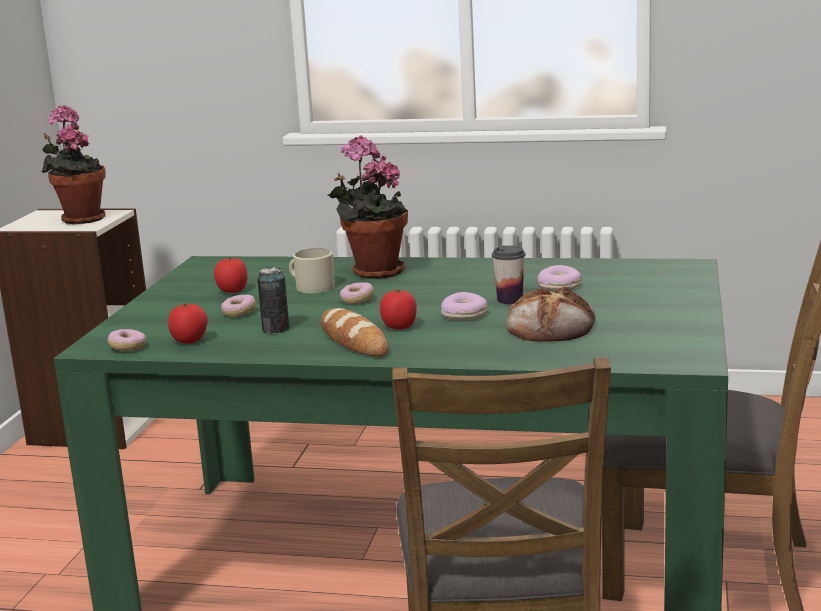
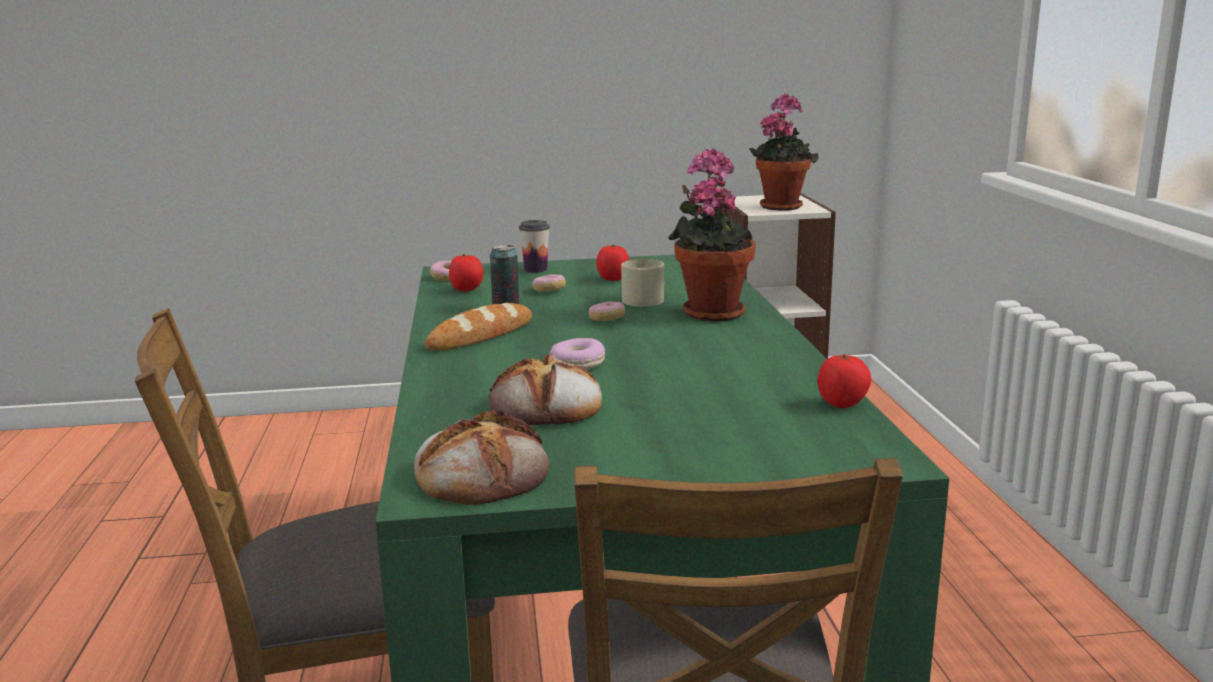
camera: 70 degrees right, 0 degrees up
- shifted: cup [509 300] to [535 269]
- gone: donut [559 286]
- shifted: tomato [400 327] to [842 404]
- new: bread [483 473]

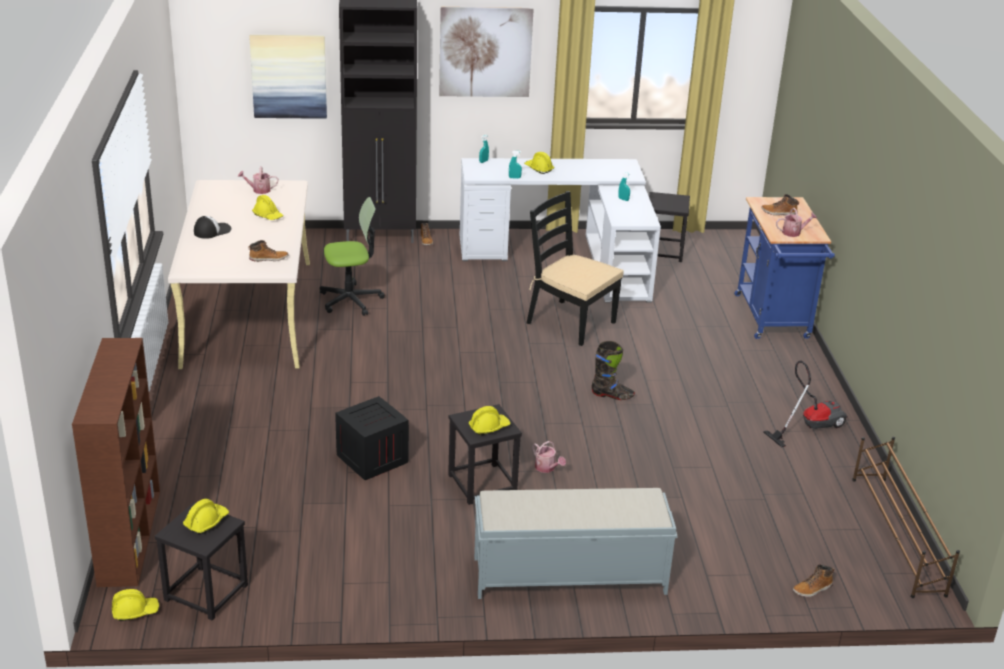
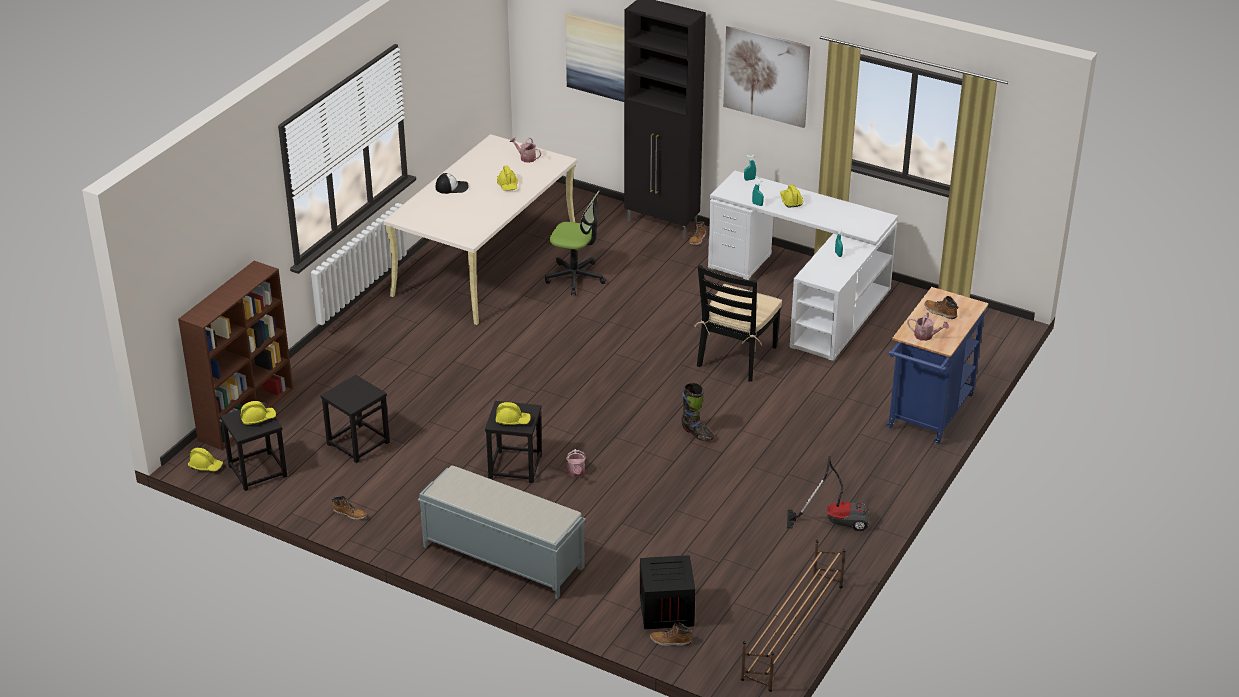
camera: 35 degrees right, 5 degrees up
- rotated: black chair [570 322] = [736 357] 135 degrees counterclockwise
- shifted: black stool [662 251] to [358 443]
- shifted: boot [268 258] to [350 514]
- shifted: crate [372 459] to [666 611]

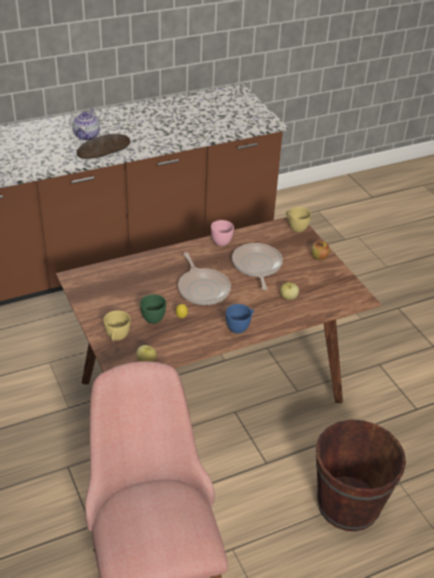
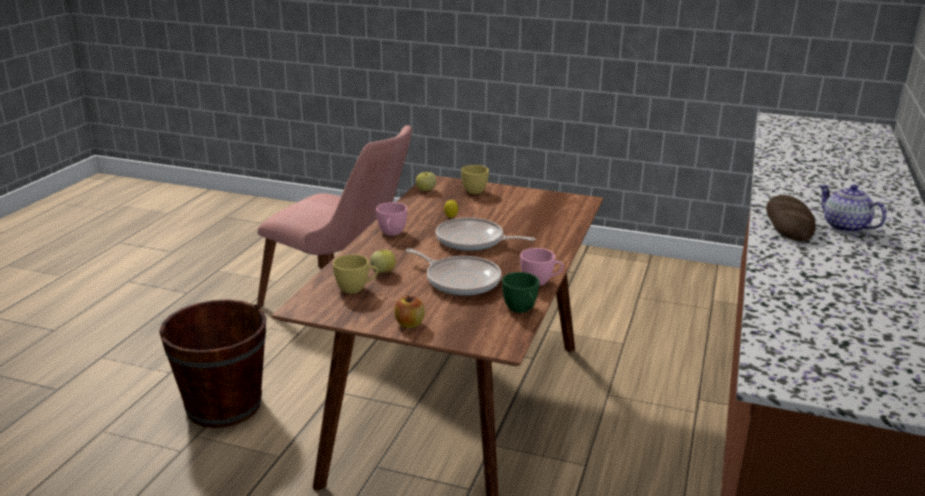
camera: 135 degrees right, 15 degrees down
- shifted: yellow cup [295 227] to [356 288]
- shifted: green cup [154 317] to [521 310]
- repainted: blue cup [240 327] to pink cup [391 233]

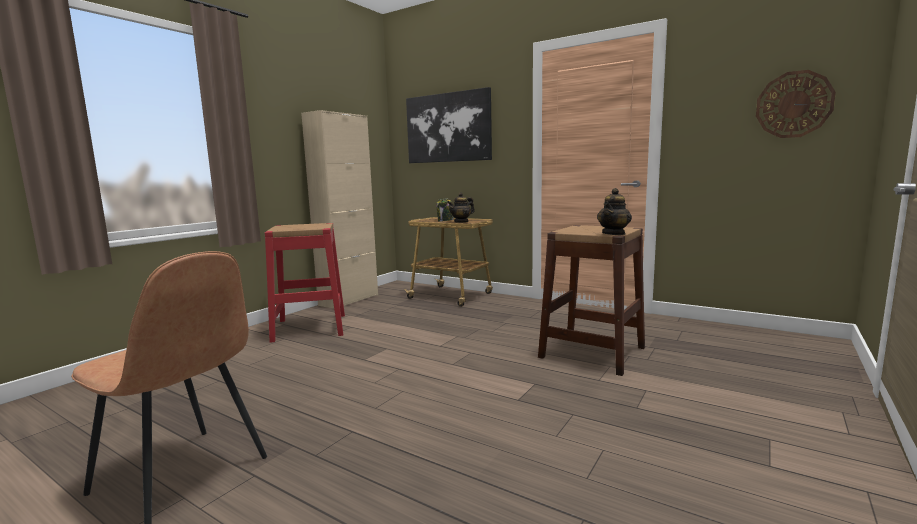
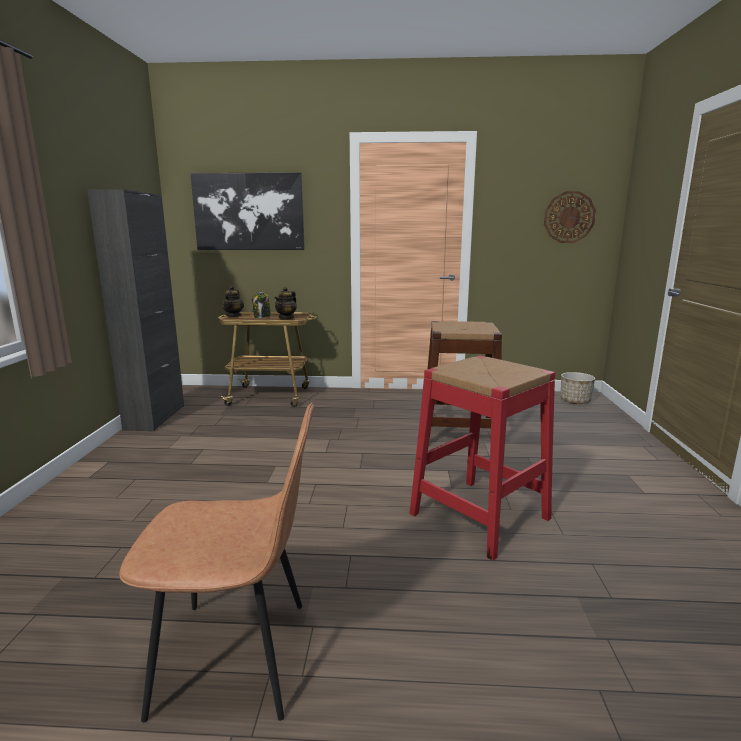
camera: 30 degrees left, 5 degrees up
- repainted: beige cabinet [349 300] to black cabinet [155 417]
- shifted: teapot [614 233] to [233 315]
- shifted: red stool [310 327] to [479 516]
- new: planter [575 401]

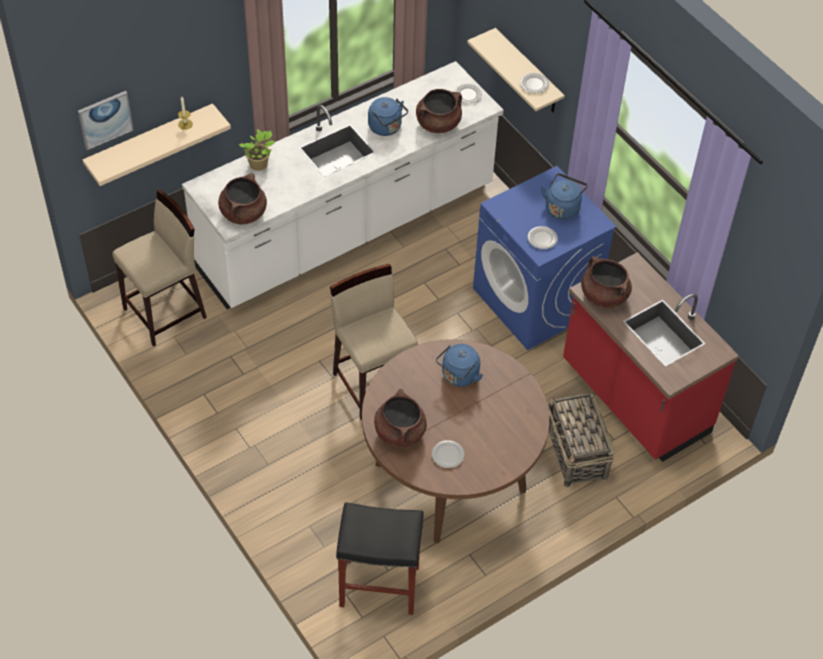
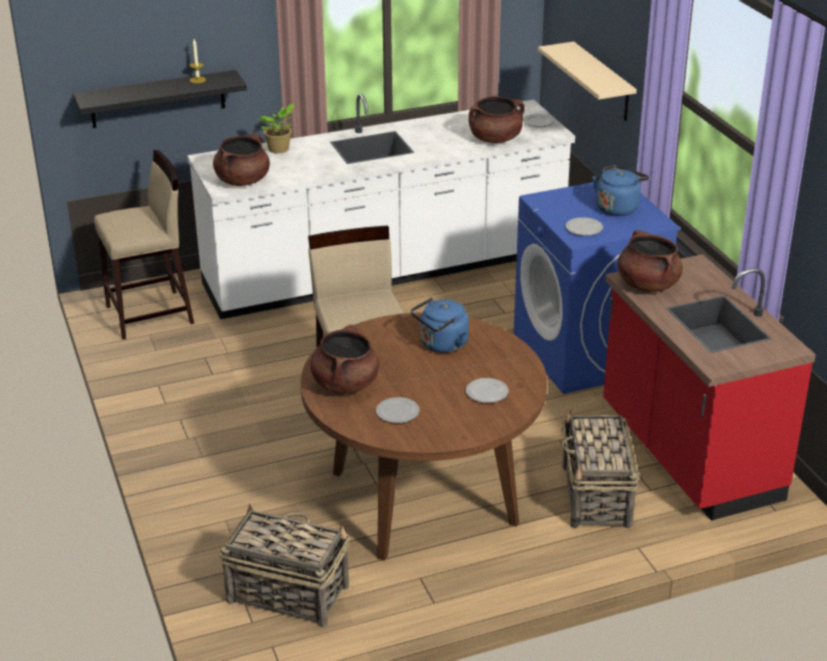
camera: 15 degrees right, 20 degrees down
- shifted: plate [534 84] to [487 393]
- gone: picture [105 119]
- gone: blue kettle [386 128]
- repainted: beige shelf [150 143] to black shelf [157 99]
- swapped: black stool [378 586] to basket [286 593]

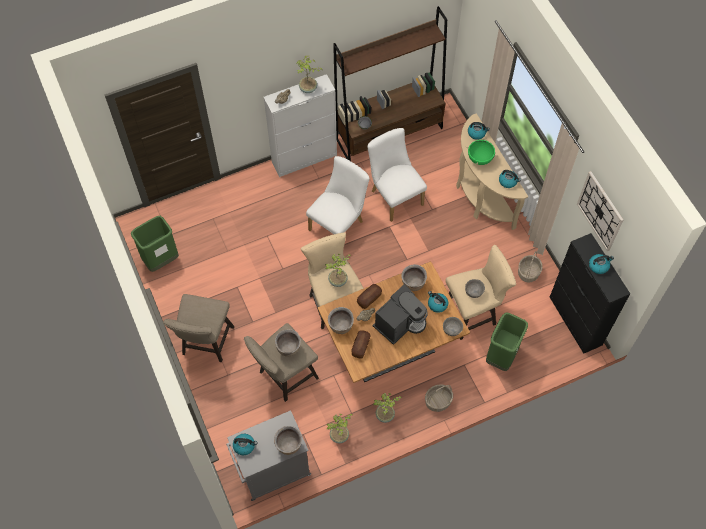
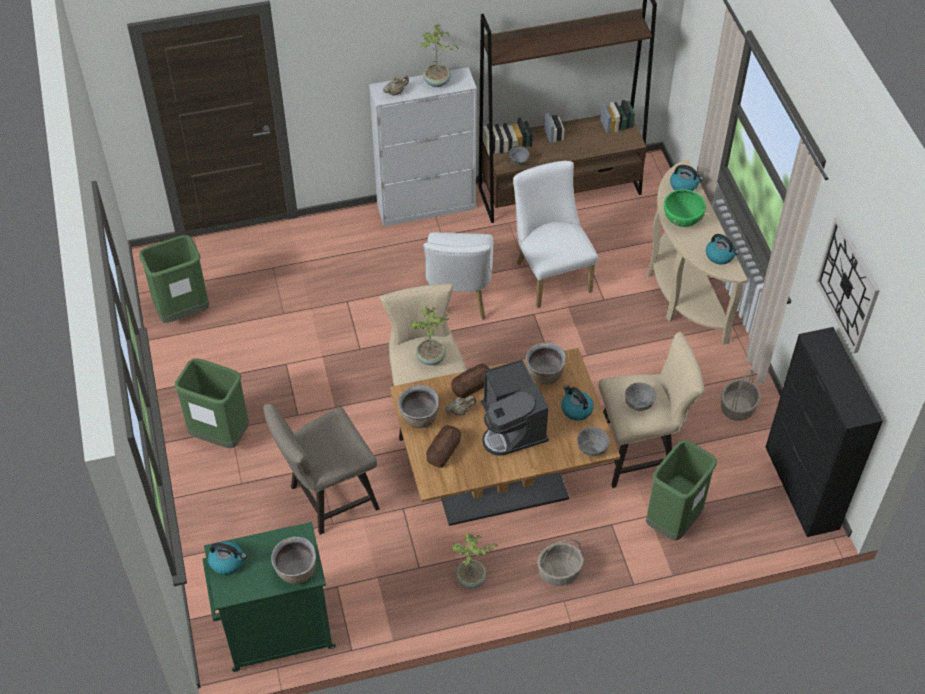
camera: 10 degrees right, 10 degrees down
- rotated: white chair [339 223] = [458 300] 135 degrees clockwise
- gone: kettle [598 266]
- rotated: coffee machine [400 323] = [512 426] 105 degrees clockwise
- swapped: beige stool [206 344] to green trash can [220 435]
- gone: brown cooking pot [289 348]
- repainted: grey cabinet [272 471] to green cabinet [276 632]
- gone: potted plant [339 436]

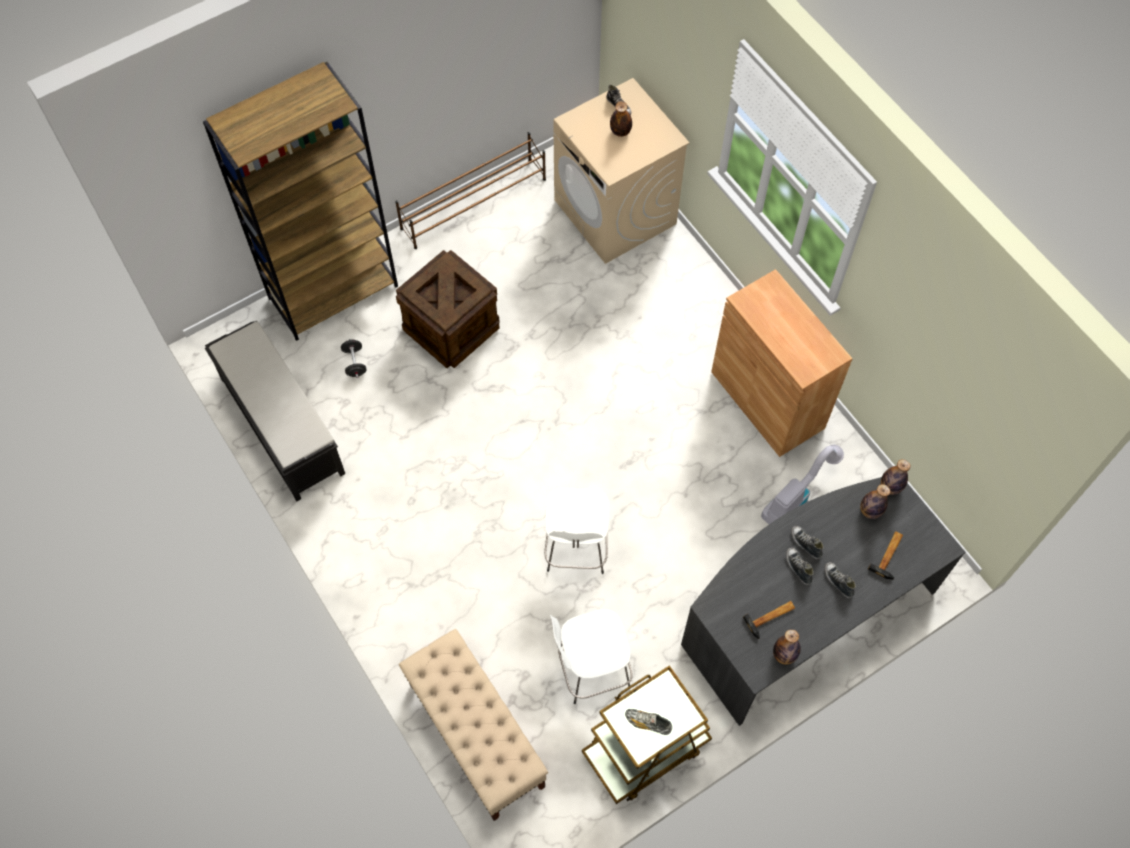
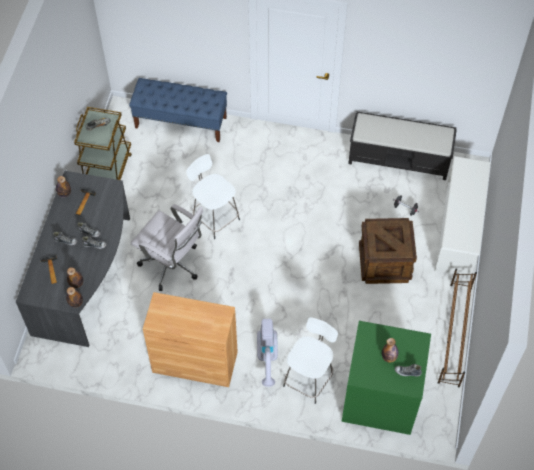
camera: 135 degrees right, 5 degrees down
- swapped: brown bookcase [334 291] to white shoe rack [458 231]
- repainted: beige washing machine [615 212] to green washing machine [380 398]
- shifted: vacuum cleaner [796 500] to [267 358]
- shifted: white stool [591 669] to [309 378]
- repainted: beige bench [475 734] to blue bench [181 122]
- new: white office chair [173 265]

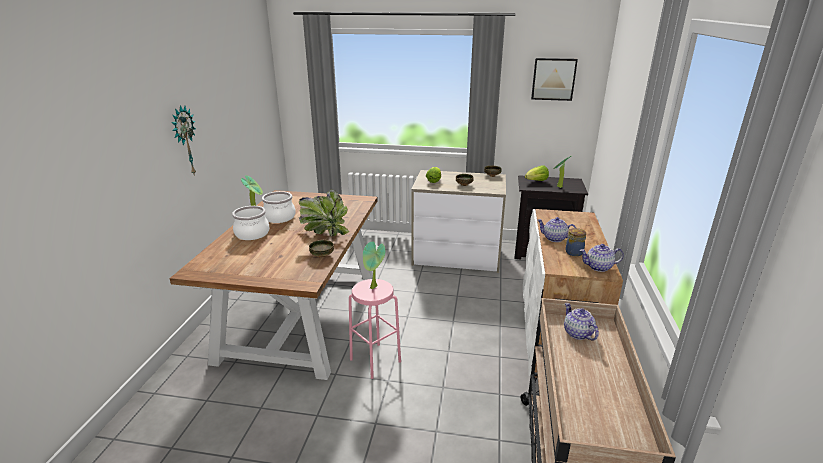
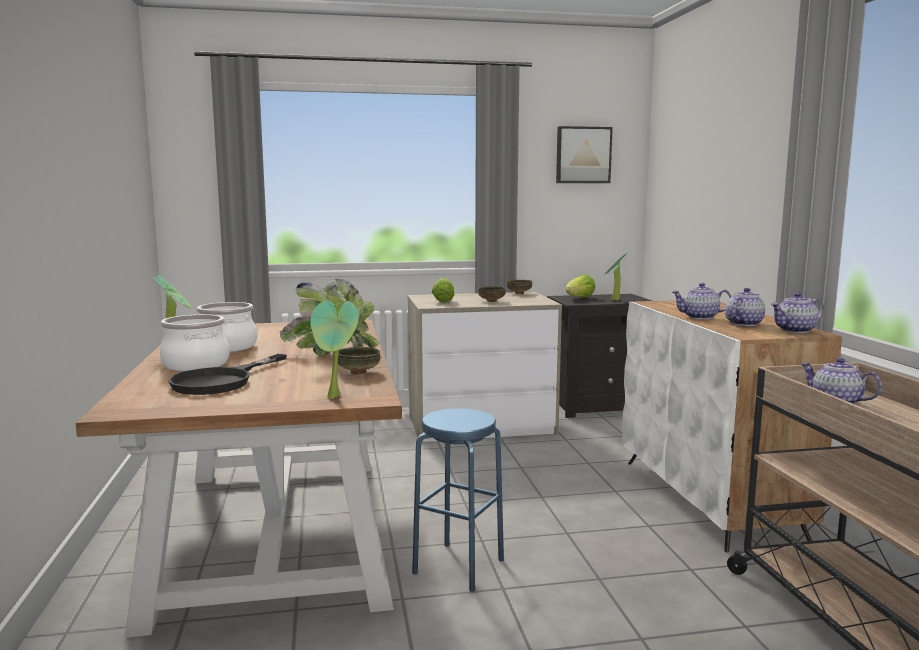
camera: 20 degrees left, 15 degrees down
- gone: wall clock [184 141]
- swapped: jar [573 252] to teapot [743 323]
- shifted: potted plant [374 288] to [336 397]
- repainted: pink stool [375 360] to blue stool [459 566]
- new: black frying pan [221 381]

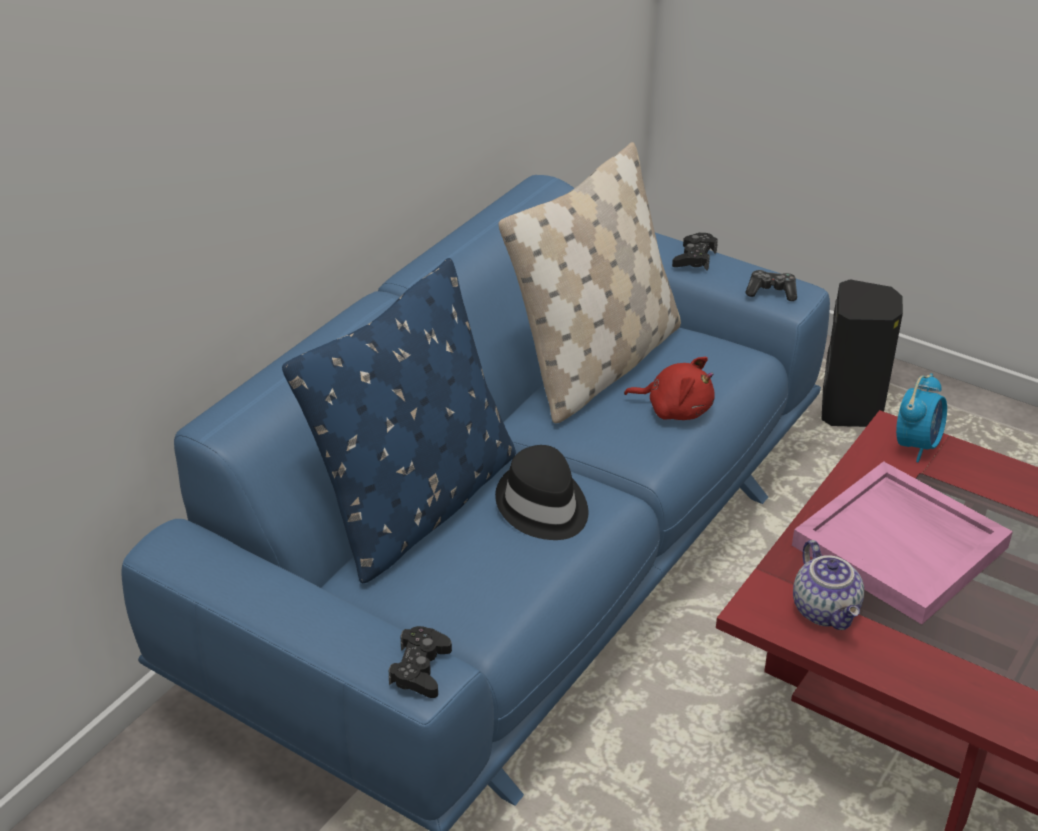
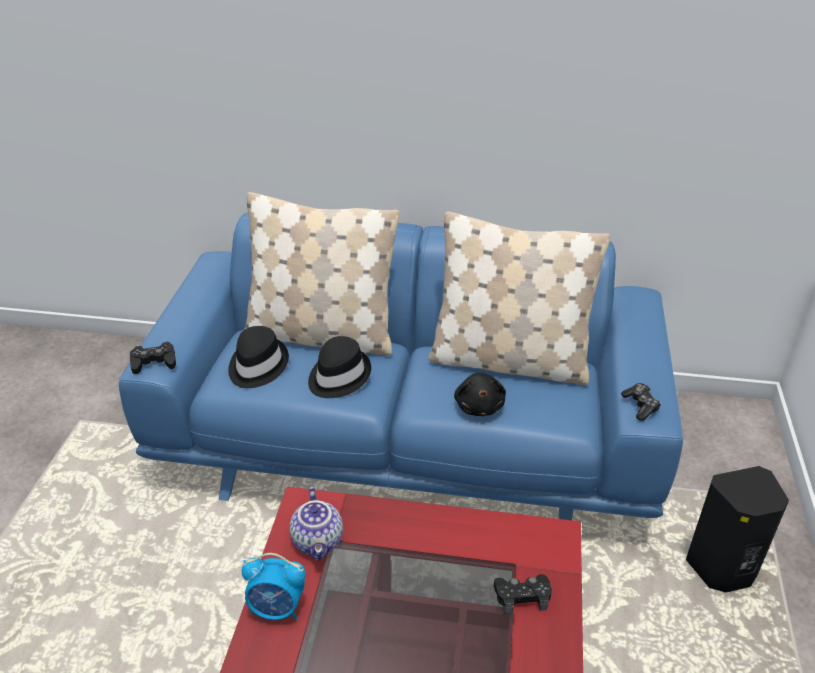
camera: 65 degrees right, 0 degrees up
- shifted: black game controller [694 258] to [522 596]
- repainted: blue pillow [418 506] to beige pillow [321 335]
- repainted: red plush toy [675 409] to black plush toy [479 405]
- shifted: alarm clock [916 445] to [277 608]
- gone: pink tray [902 546]
- rotated: teapot [827 611] = [319 541] 60 degrees counterclockwise
- new: black hat [257 366]

